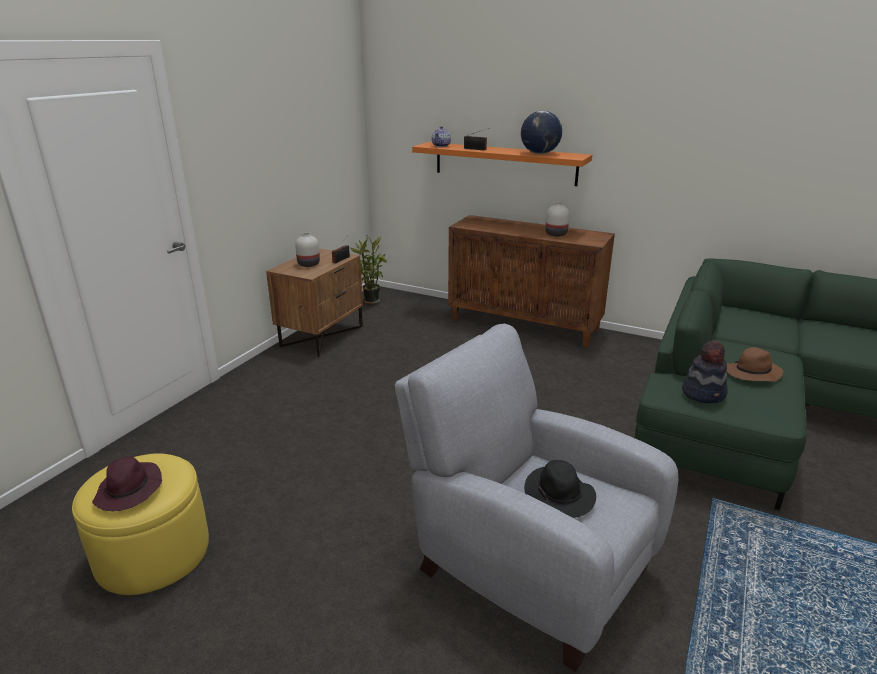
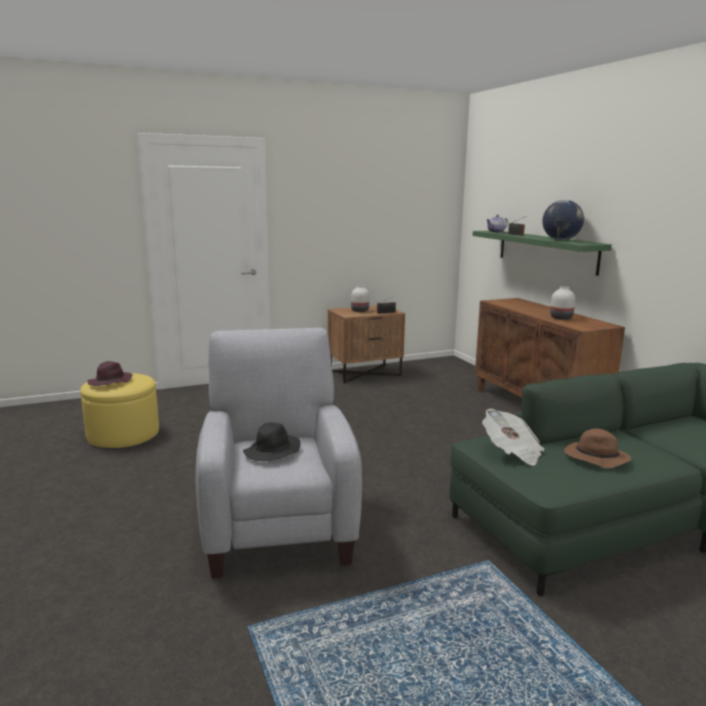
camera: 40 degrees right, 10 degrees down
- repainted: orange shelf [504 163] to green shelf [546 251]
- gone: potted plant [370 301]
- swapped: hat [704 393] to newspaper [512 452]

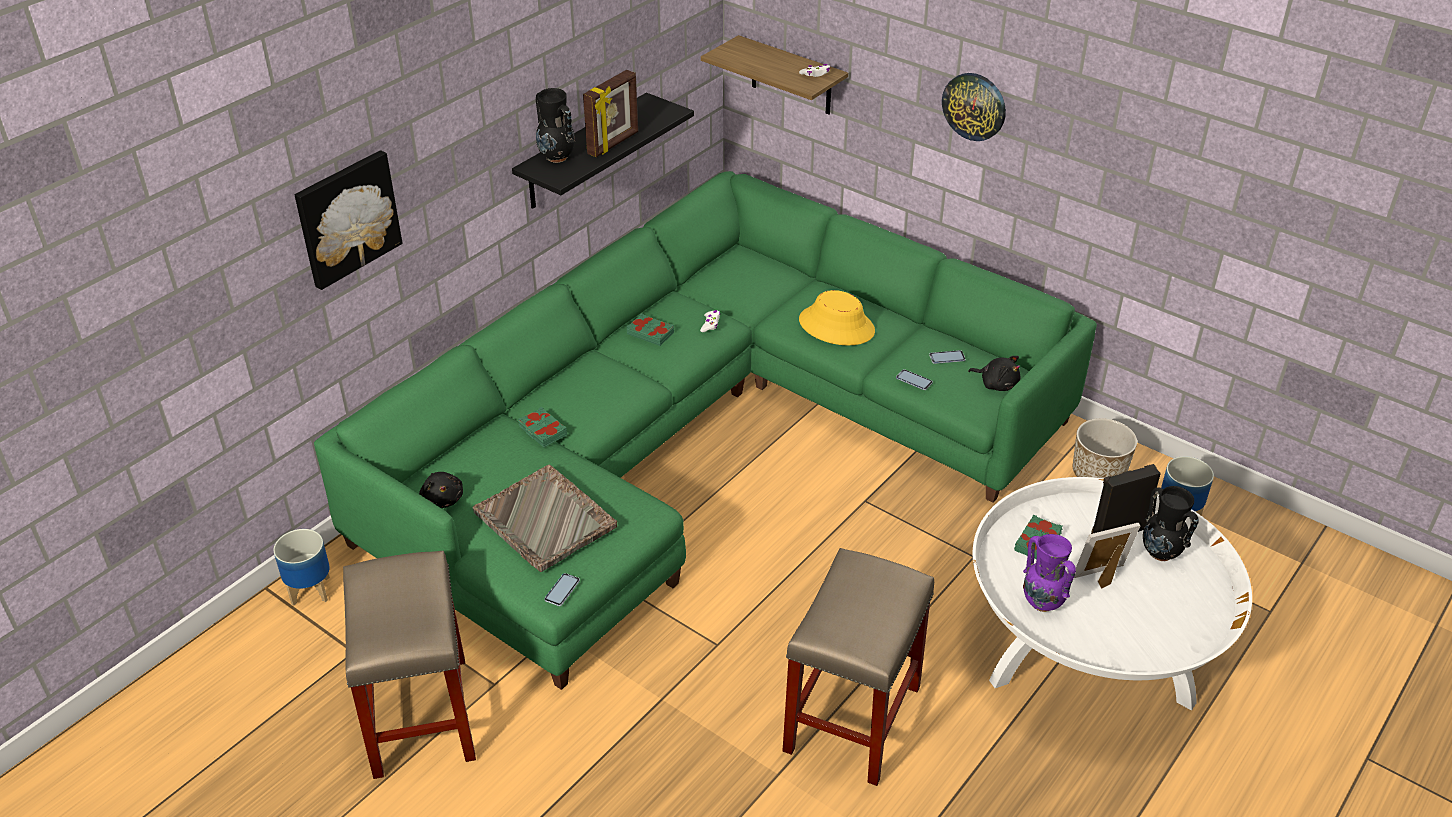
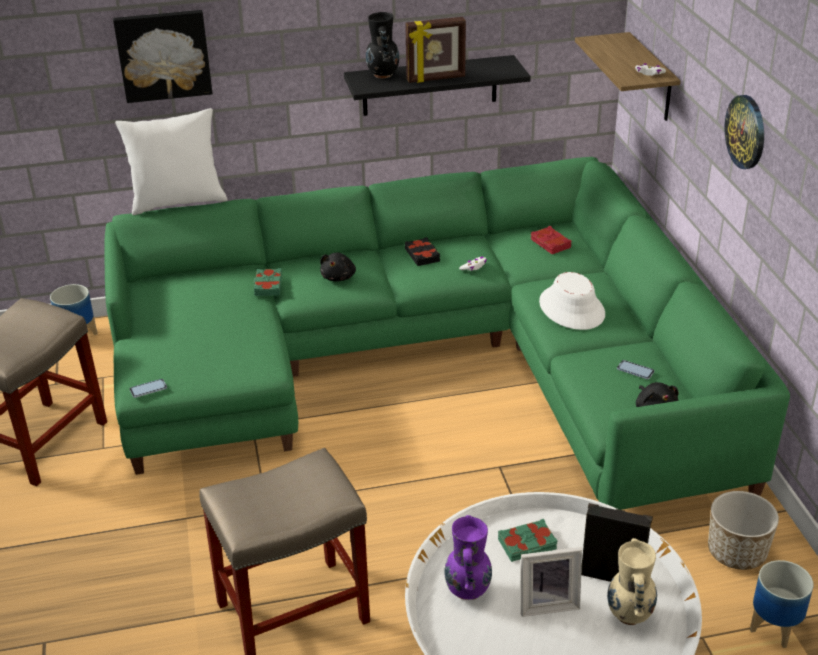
camera: 40 degrees right, 5 degrees down
- repainted: yellow hat [836 326] to white hat [572 308]
- repainted: green book [650 333] to black book [422 255]
- gone: phone [914 380]
- gone: grey tray [545 520]
- shifted: black plush toy [443 499] to [339 277]
- repainted: black vase [1161 553] to beige vase [629 615]
- rotated: picture frame [1103 577] = [547 603] 150 degrees clockwise
- new: white pillow [178 202]
- new: red book [550 244]

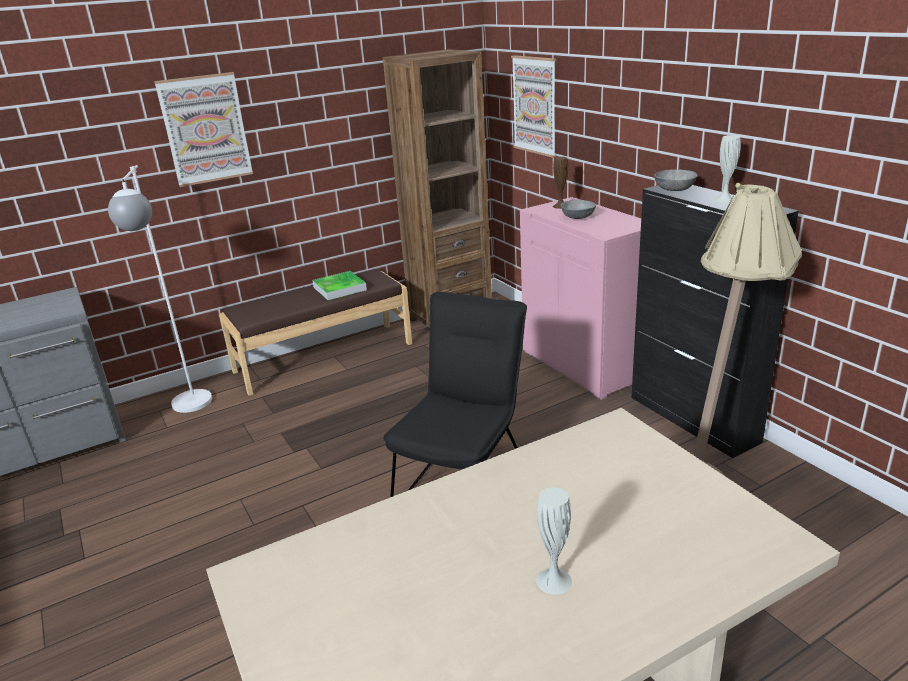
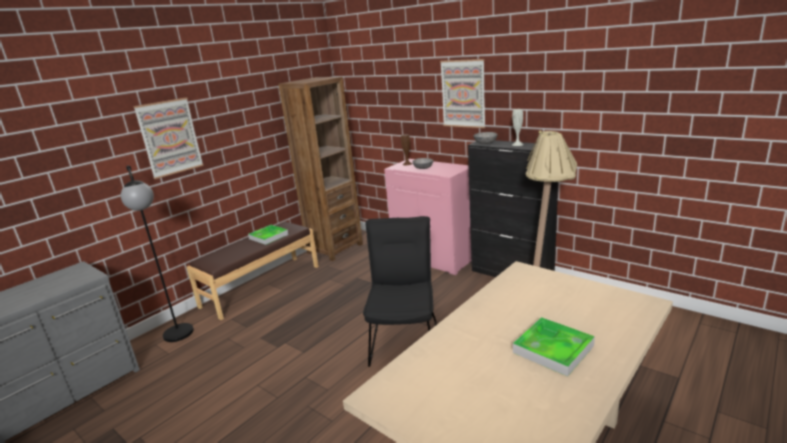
camera: 20 degrees left, 5 degrees down
- shifted: picture [535 105] to [463 94]
- repainted: white floor lamp [190 409] to black floor lamp [180 338]
- swapped: white vase [554 580] to tray [553 349]

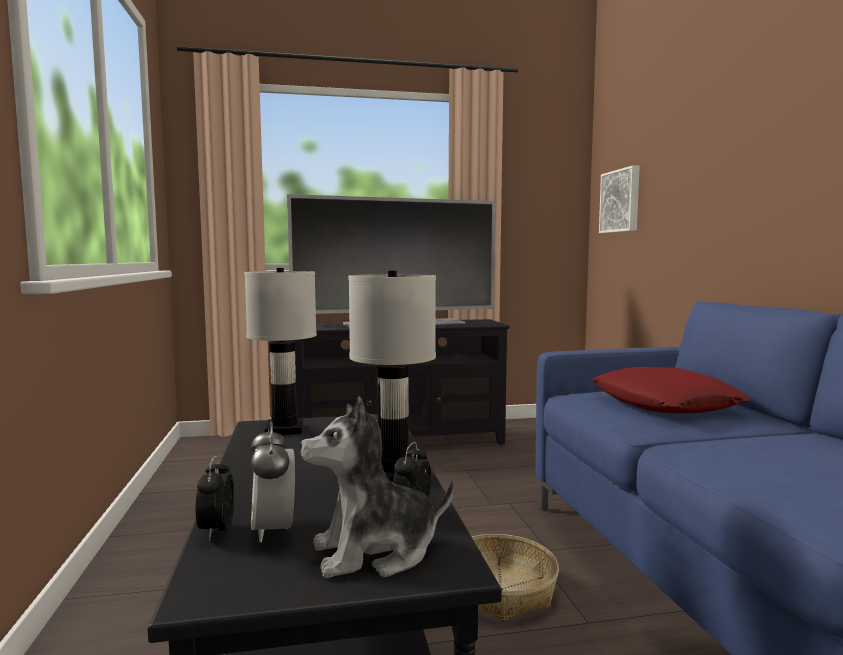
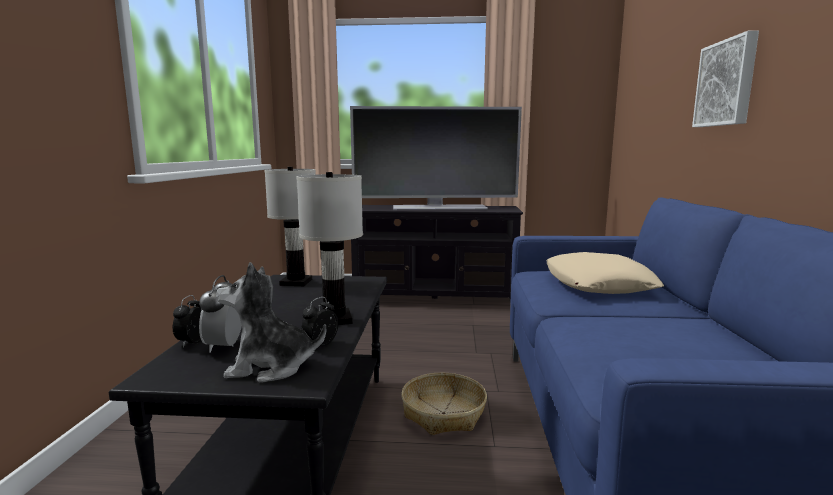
camera: 15 degrees right, 5 degrees up
- shifted: picture [621 201] to [727 83]
- repainted: red pillow [664 403] to beige pillow [598 284]

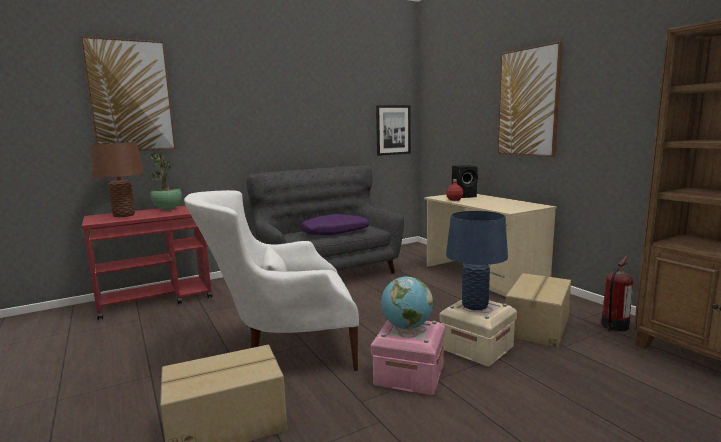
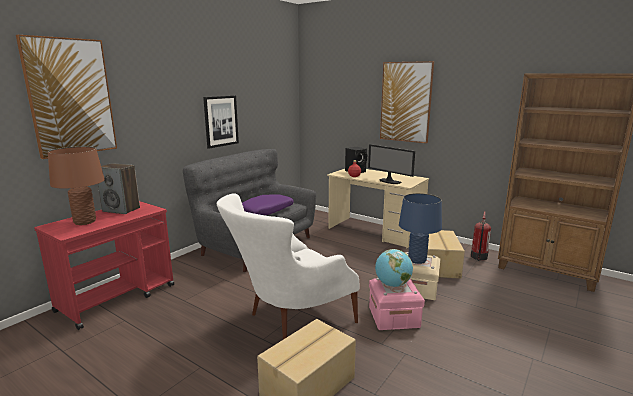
camera: 25 degrees left, 5 degrees up
- shifted: picture [393 130] to [221 121]
- swapped: potted plant [168 210] to speaker [122 209]
- new: monitor [389 181]

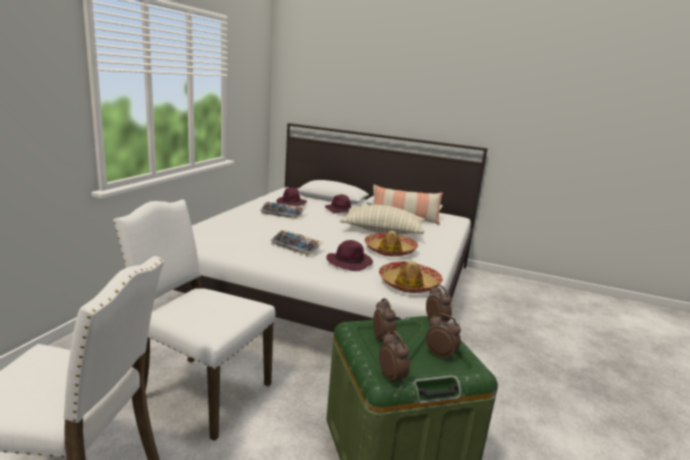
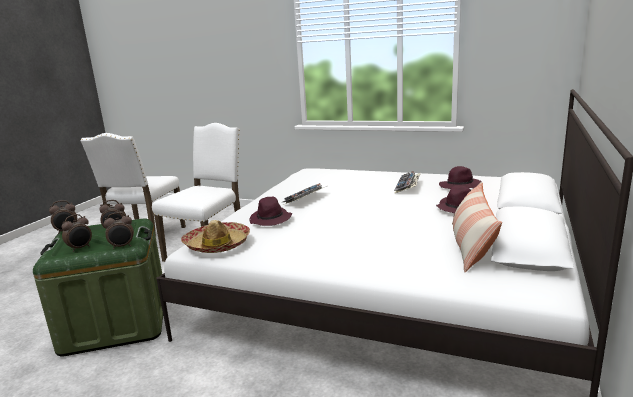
camera: 95 degrees right, 0 degrees up
- gone: pillow [382 231]
- gone: hat [390 250]

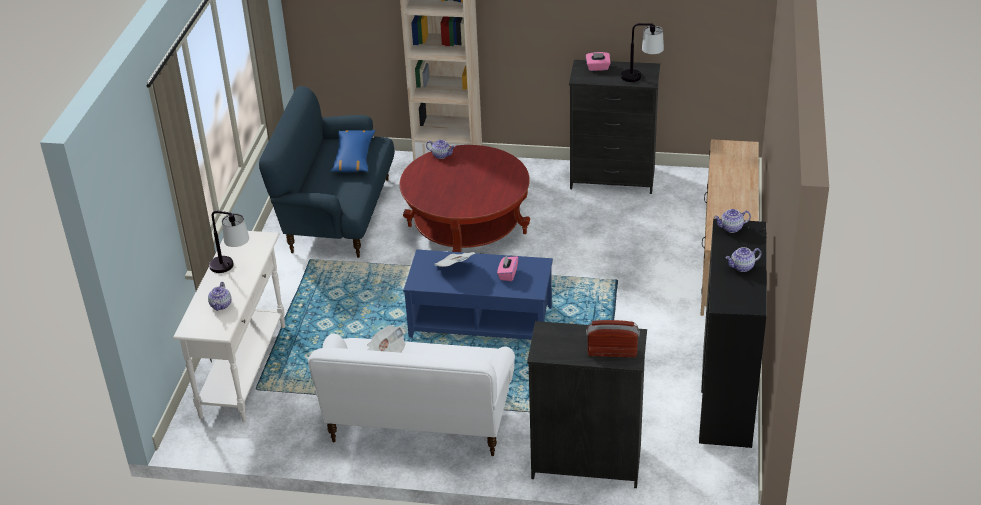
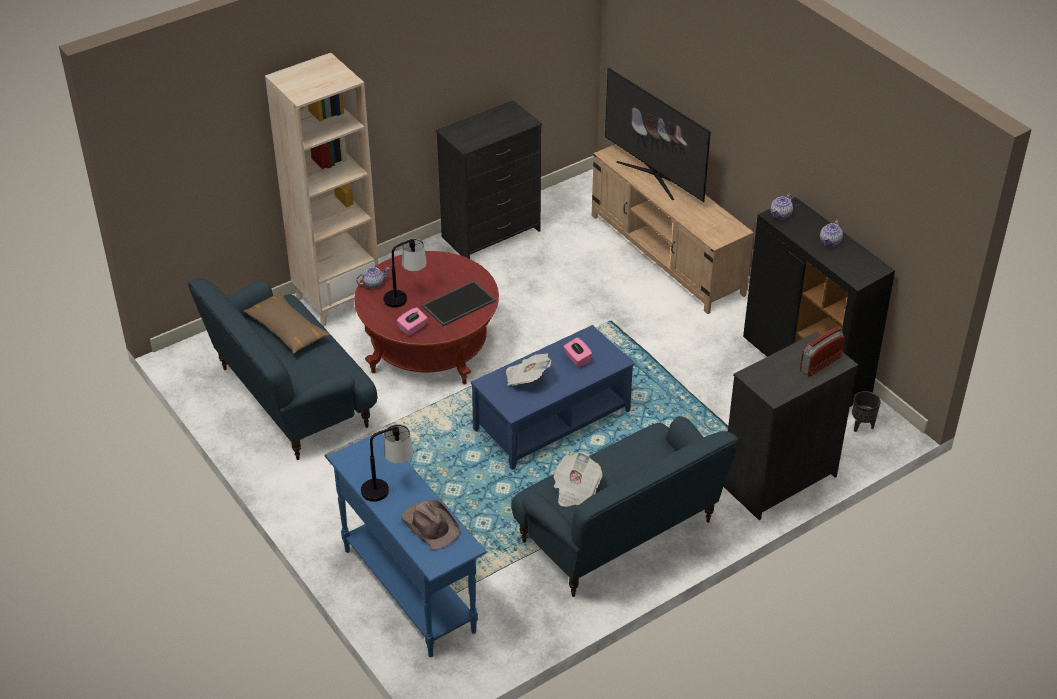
camera: 45 degrees left, 5 degrees up
- shifted: table lamp [641 77] to [405 296]
- shifted: pink tissue box [598 68] to [412 328]
- repainted: blue pillow [353 158] to brown pillow [287 330]
- repainted: white console table [244 370] to blue console table [409 590]
- swapped: teapot [221 305] to brown hat [430 525]
- repainted: white sofa [419 423] to blue sofa [619 534]
- new: television [654 175]
- new: tray [458 303]
- new: black planter [861 426]

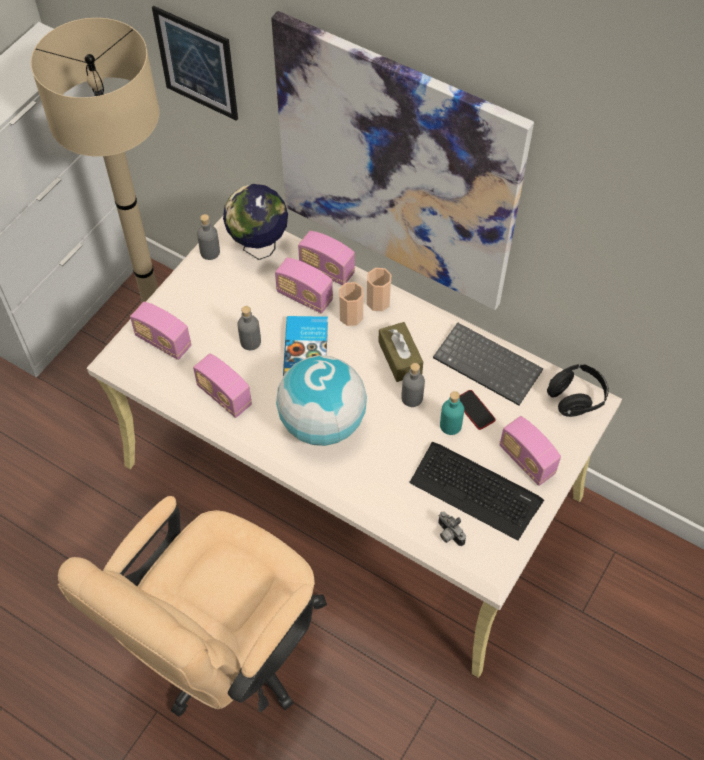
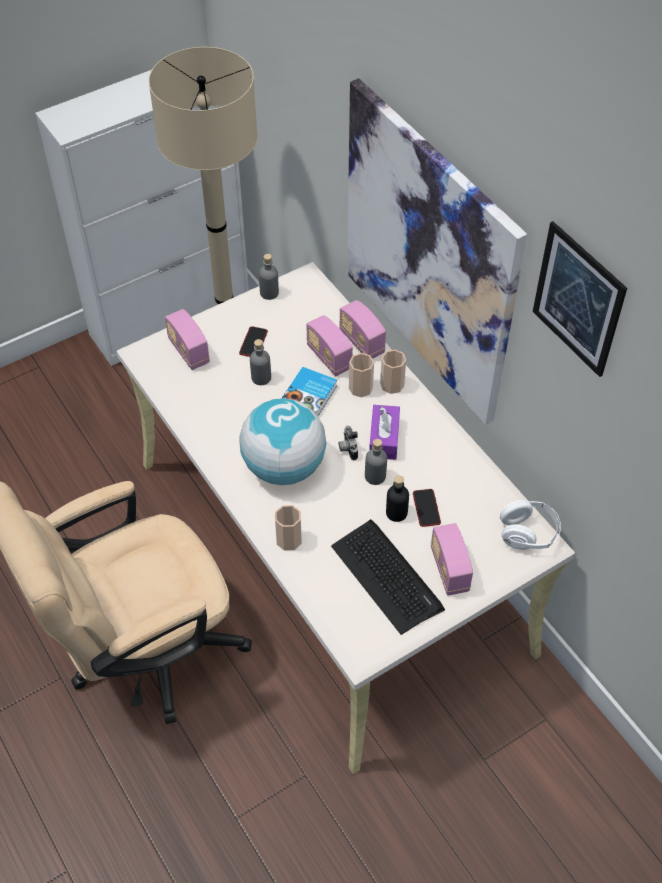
camera: 25 degrees right, 5 degrees down
- shifted: picture [197 63] to [578 299]
- gone: globe [259 248]
- repainted: brown tissue box [400 358] to purple tissue box [384 438]
- gone: keyboard [489 364]
- gone: radio [224 396]
- repainted: black headphones [576 398] to white headphones [528 534]
- repainted: turquoise bottle [450 425] to black bottle [396 512]
- shifted: photo camera [448 534] to [347 448]
- new: phone [253 342]
- new: cup [289 540]

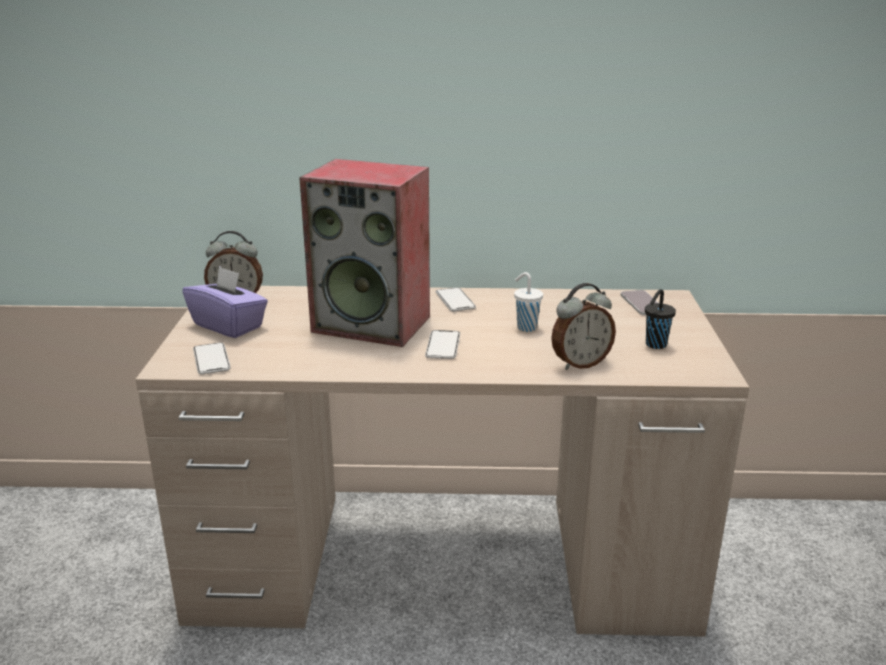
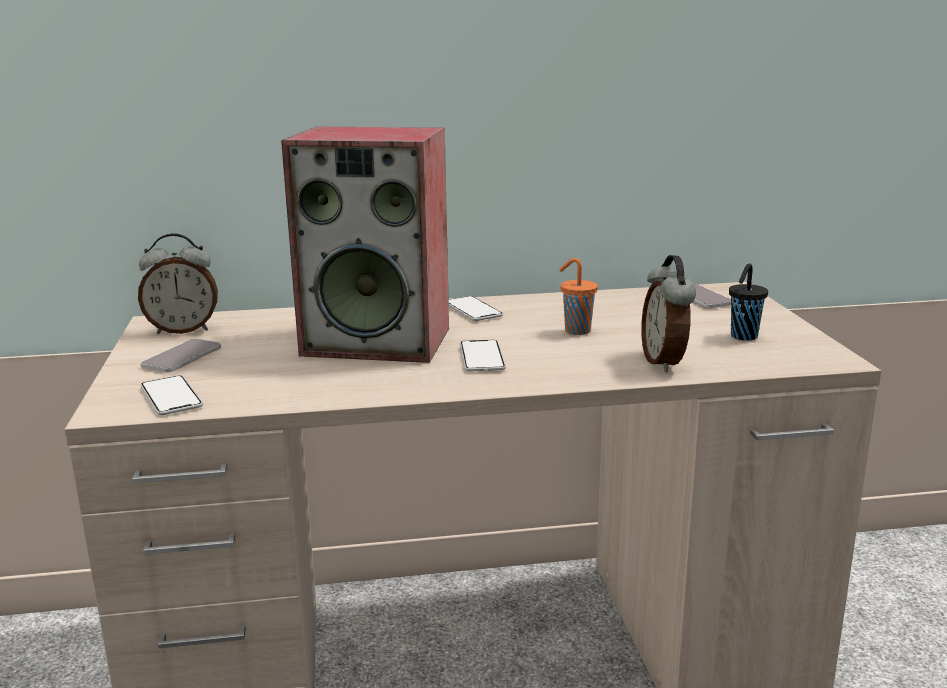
camera: 10 degrees left, 5 degrees down
- swapped: purple tissue box [229 325] to phone [182 357]
- repainted: white cup [525 327] to orange cup [576 331]
- rotated: alarm clock [580 363] = [665 362] 120 degrees clockwise

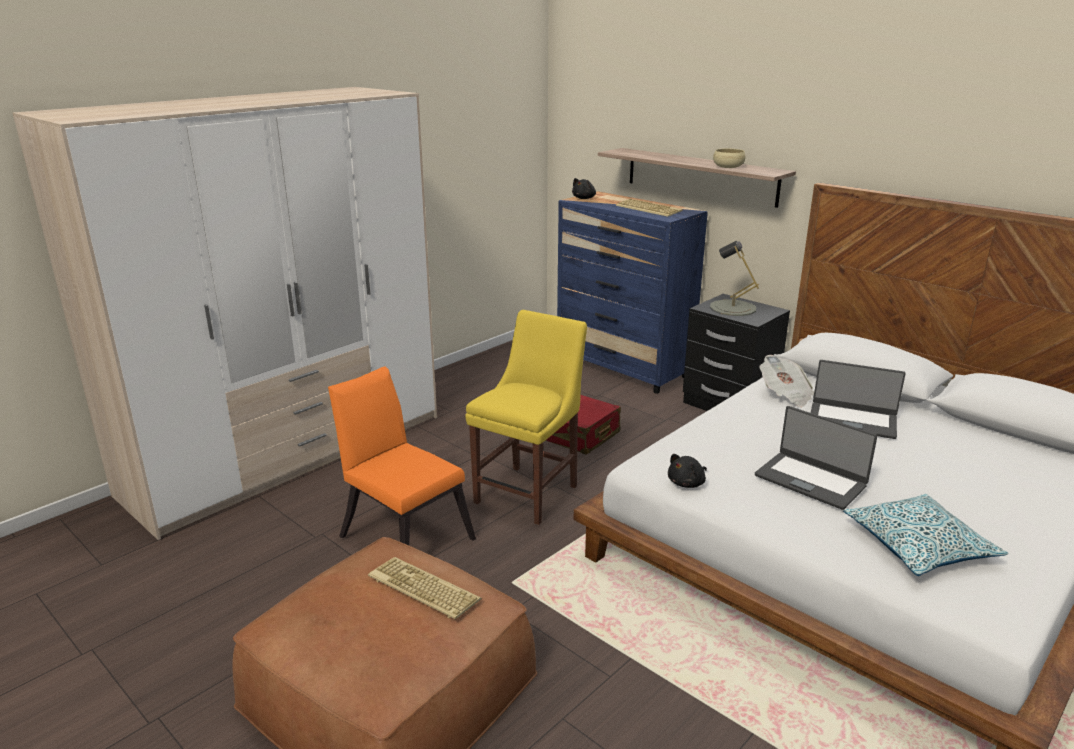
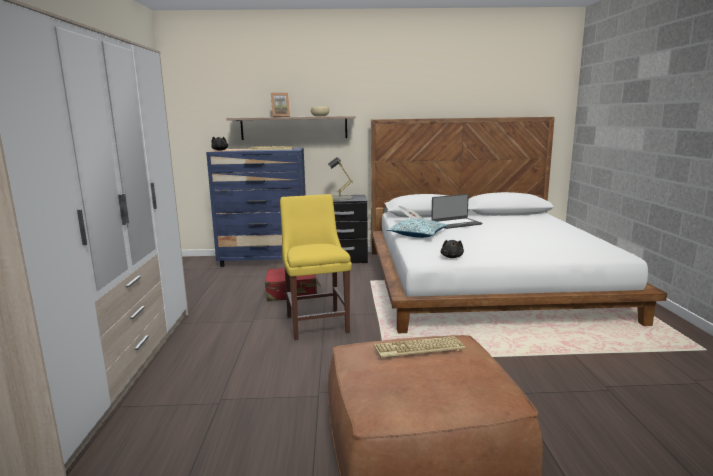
camera: 45 degrees left, 10 degrees down
- gone: orange chair [403 534]
- gone: laptop [810 480]
- shifted: pillow [918 546] to [417 235]
- new: picture frame [280 116]

